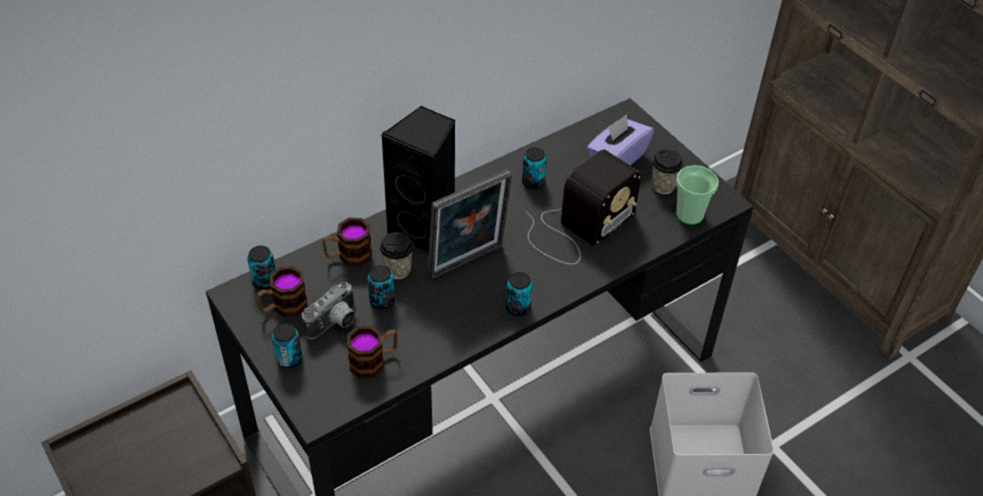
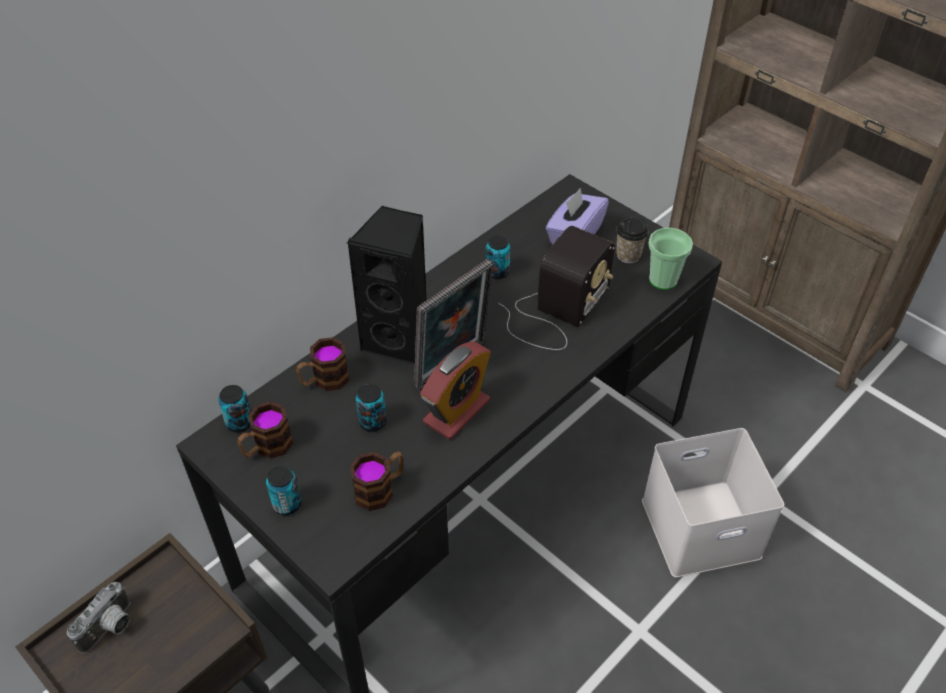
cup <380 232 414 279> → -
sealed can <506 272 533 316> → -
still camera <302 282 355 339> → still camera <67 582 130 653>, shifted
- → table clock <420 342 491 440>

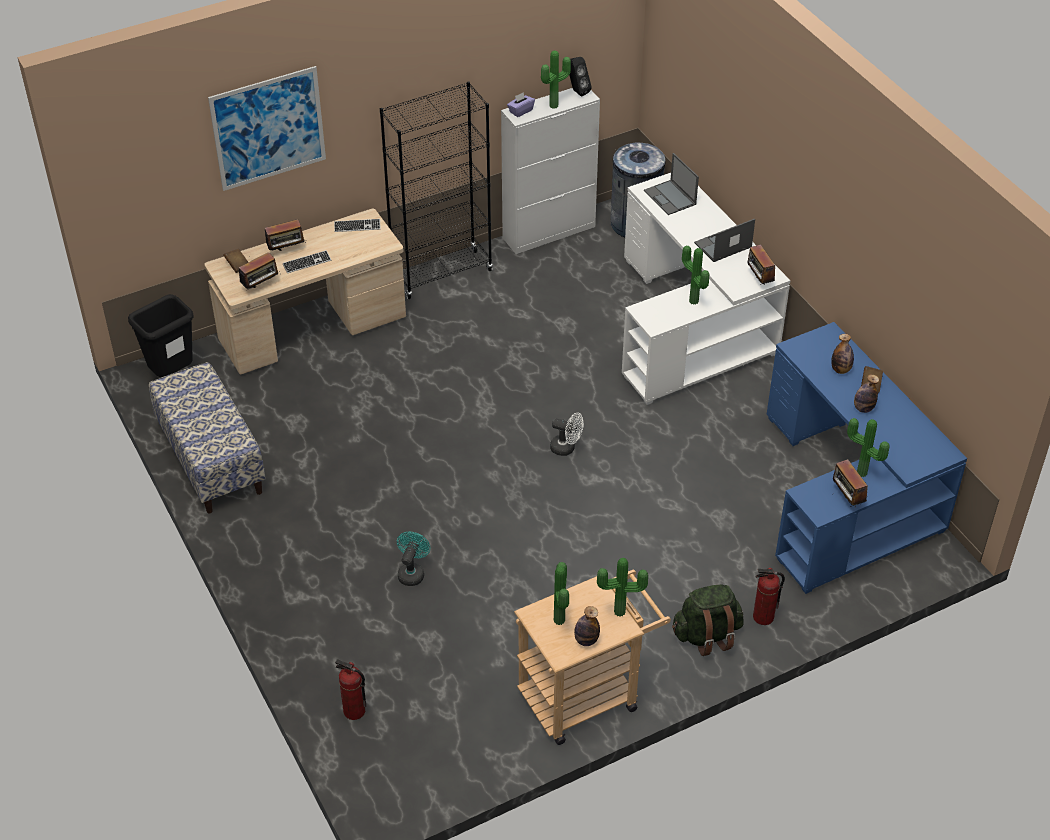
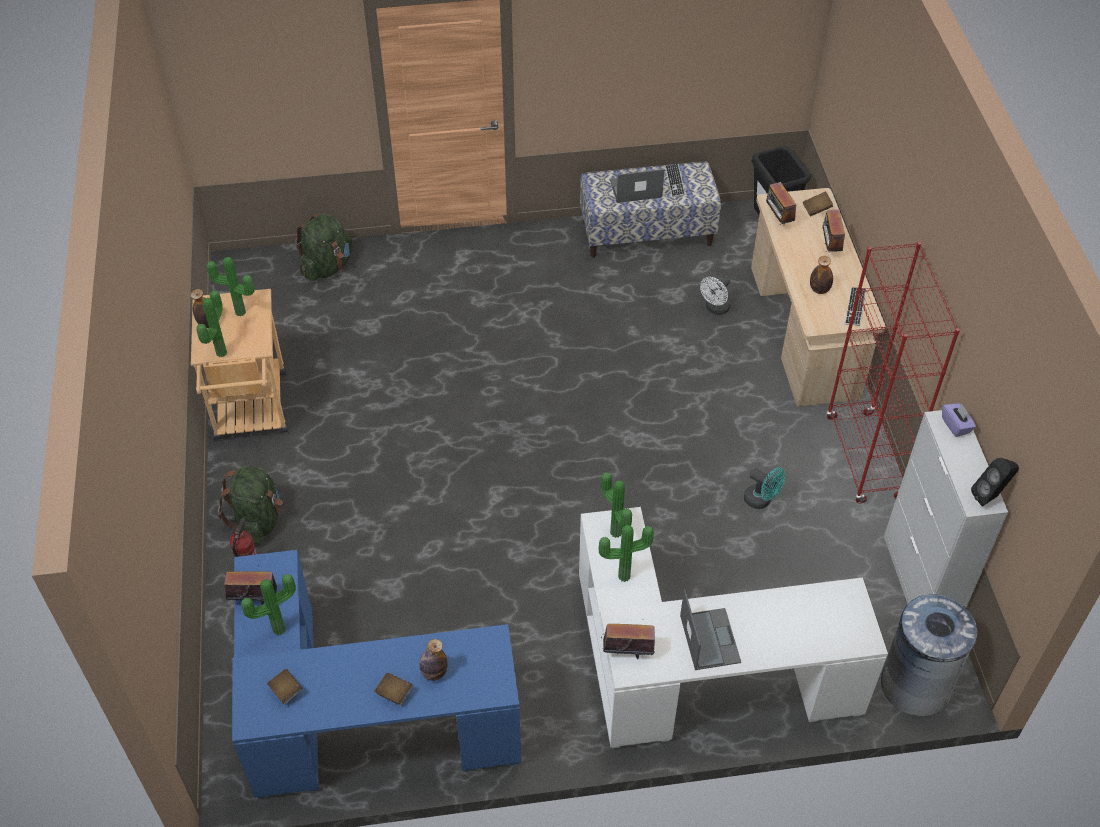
houseplant <541 50 571 109> → houseplant <600 472 632 538>, shifted
picture <208 66 326 191> → -
blackish bookshelf <380 81 493 299> → red bookshelf <826 242 960 503>
portable computer <644 153 699 215> → portable computer <610 169 665 203>, shifted
PC keyboard <283 250 331 273> → PC keyboard <665 164 685 197>, shifted
drink bottle <854 374 879 413> → drink bottle <810 256 833 294>, shifted
whitish electric fan <550 413 584 456> → whitish electric fan <700 276 731 315>, shifted
turquoise electric fan <397 532 430 586> → turquoise electric fan <744 467 785 509>, shifted
fire extinguisher <335 659 366 720> → green backpack <295 214 354 281>
- → brownish volume <267 669 302 704>

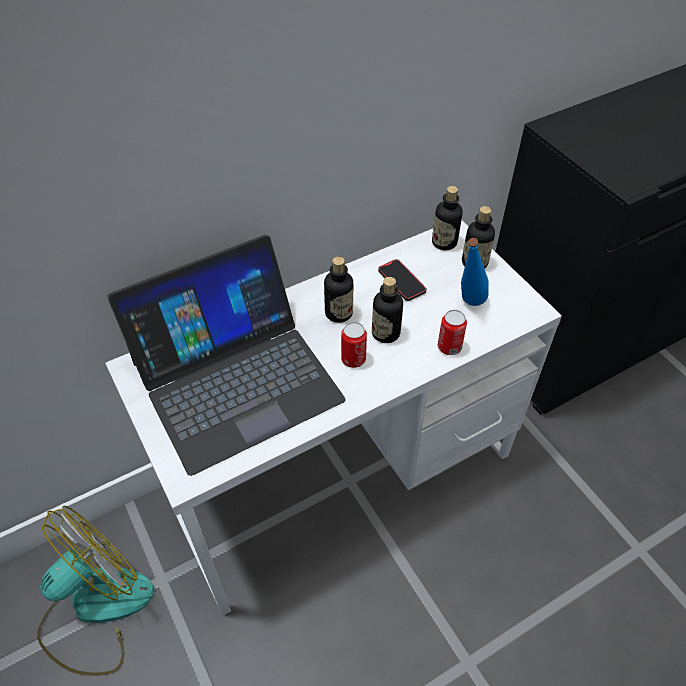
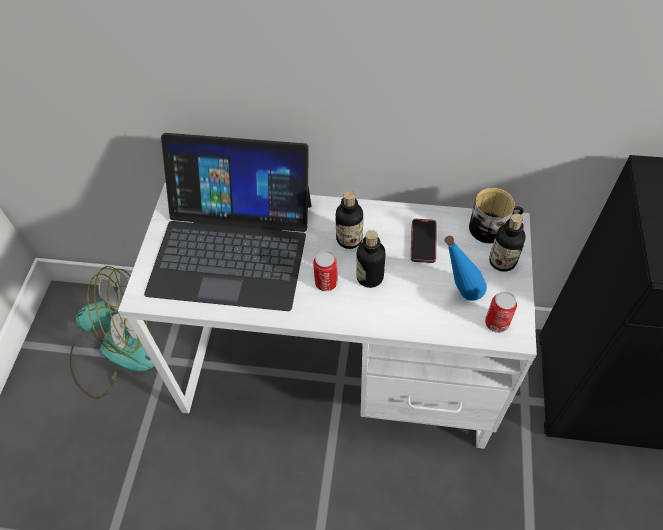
drink bottle <432 186 463 251> → coffee mug <469 188 524 243>
sealed can <438 310 467 355> → sealed can <485 291 517 333>, shifted

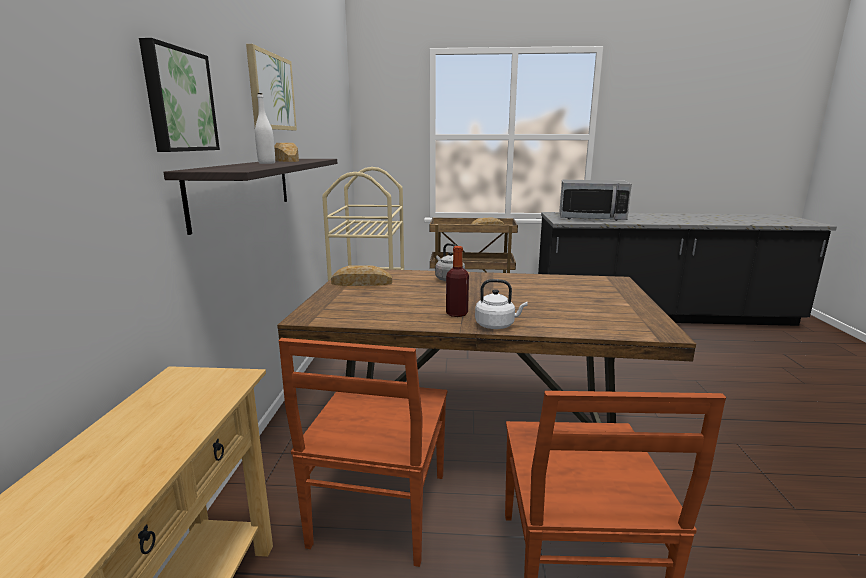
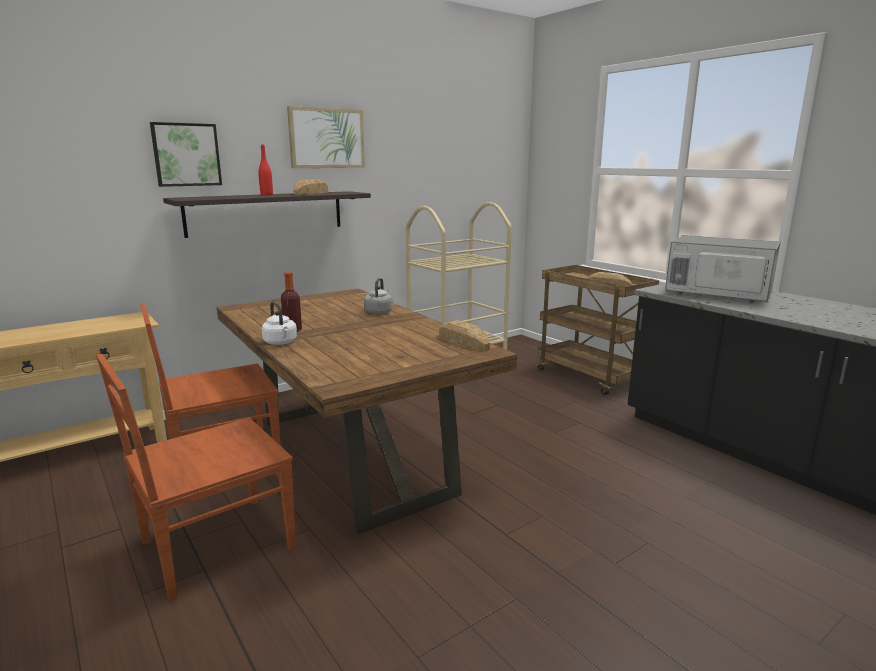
whitish drink bottle <255 93 275 164> → red drink bottle <258 145 273 196>
microwave <559 180 632 221> → microwave <665 235 781 302>, 150 degrees clockwise
bakery bread <331 265 392 286> → bakery bread <439 320 490 351>, shifted

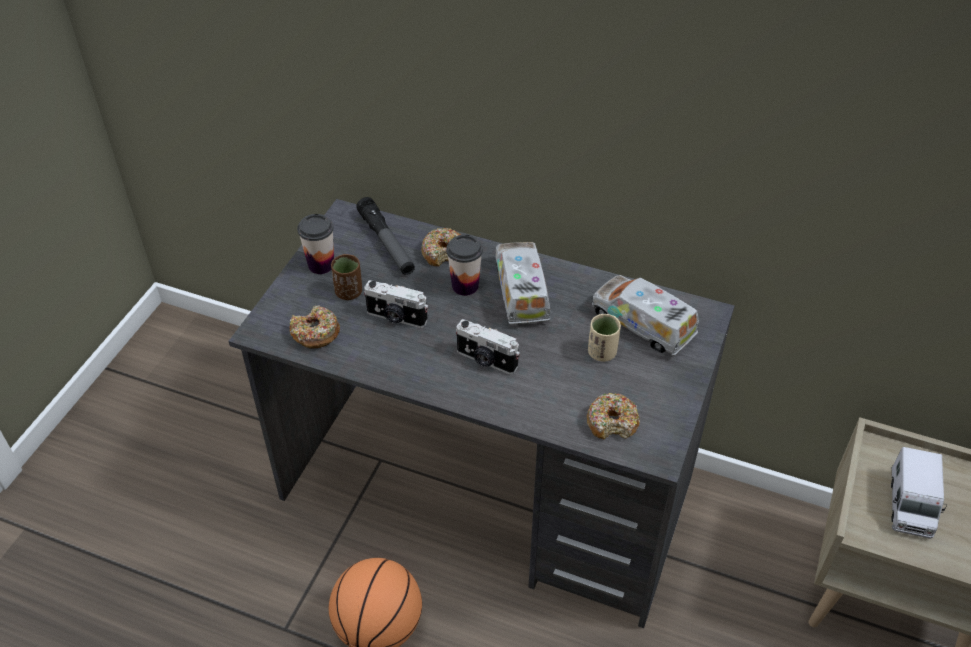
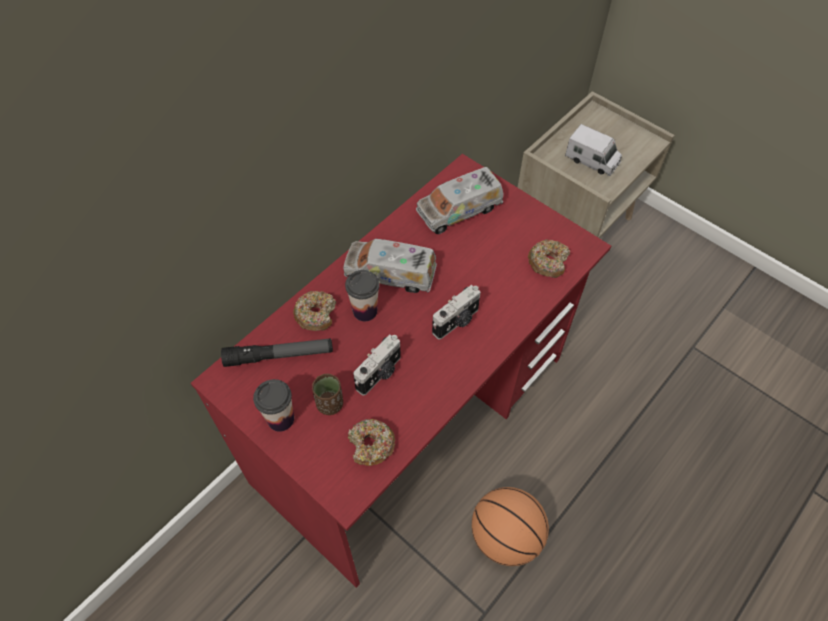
gray desk unit <229 199 735 628> → red desk unit <191 154 611 588>
beige-coloured cup <588 314 621 362> → -

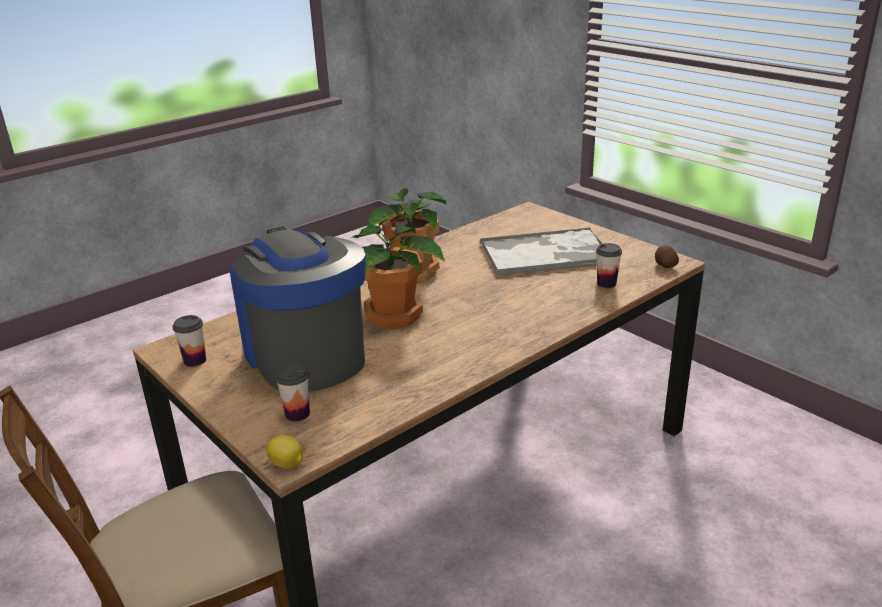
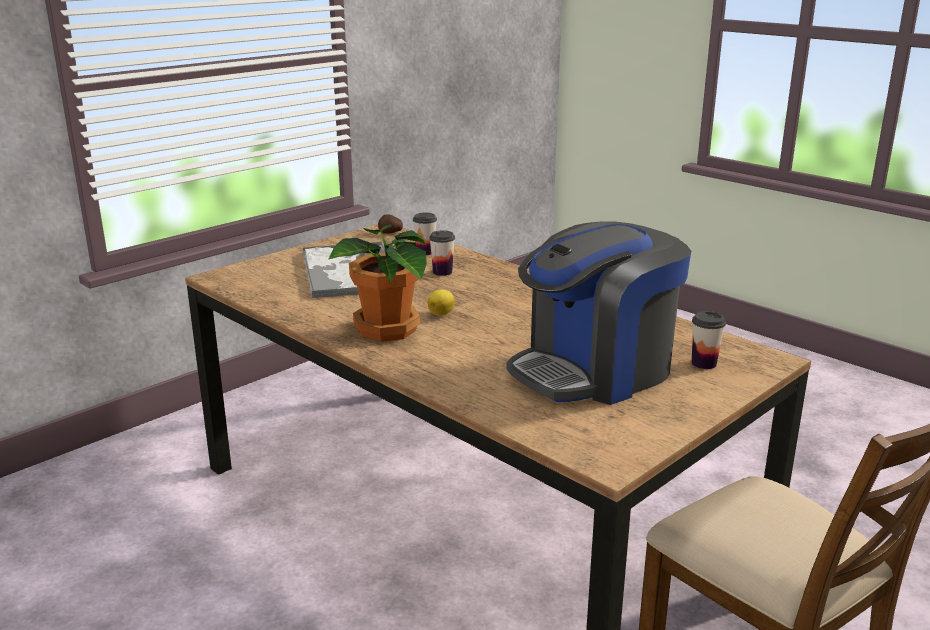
houseplant <353 224 445 329> → -
cup <172 315 206 367> → cup <429 230 455 276>, shifted
citrus fruit <266 435 303 469> → citrus fruit <428 289 455 316>, shifted

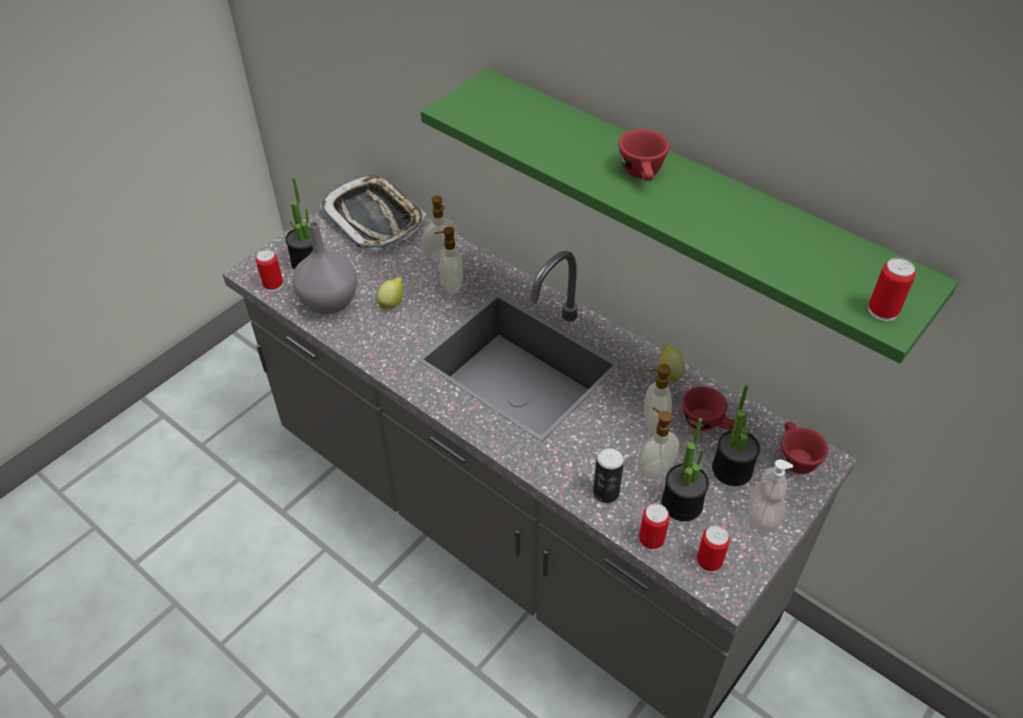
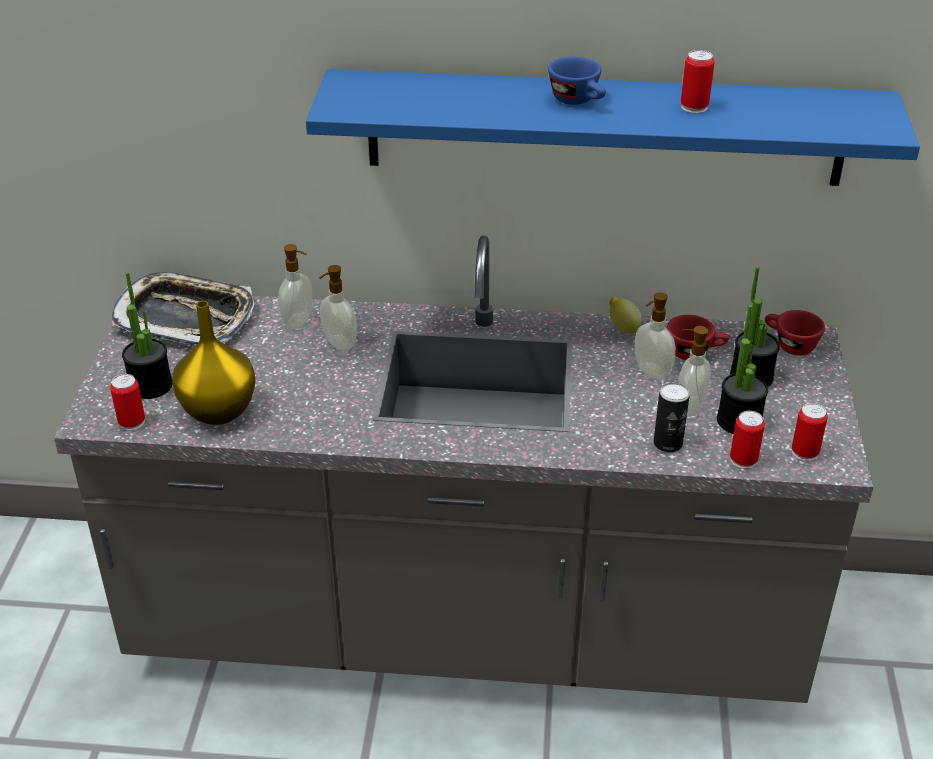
green shelf <421 68 958 363> → blue shelf <306 69 920 186>
red cup <619 129 669 181> → blue cup <548 57 606 105>
gray vase <293 222 358 314> → yellow vase <172 301 256 425>
sealed can <868 258 916 321> → sealed can <681 50 714 113>, shifted
citrus fruit <376 277 403 310> → -
soap dispenser <748 459 793 532> → -

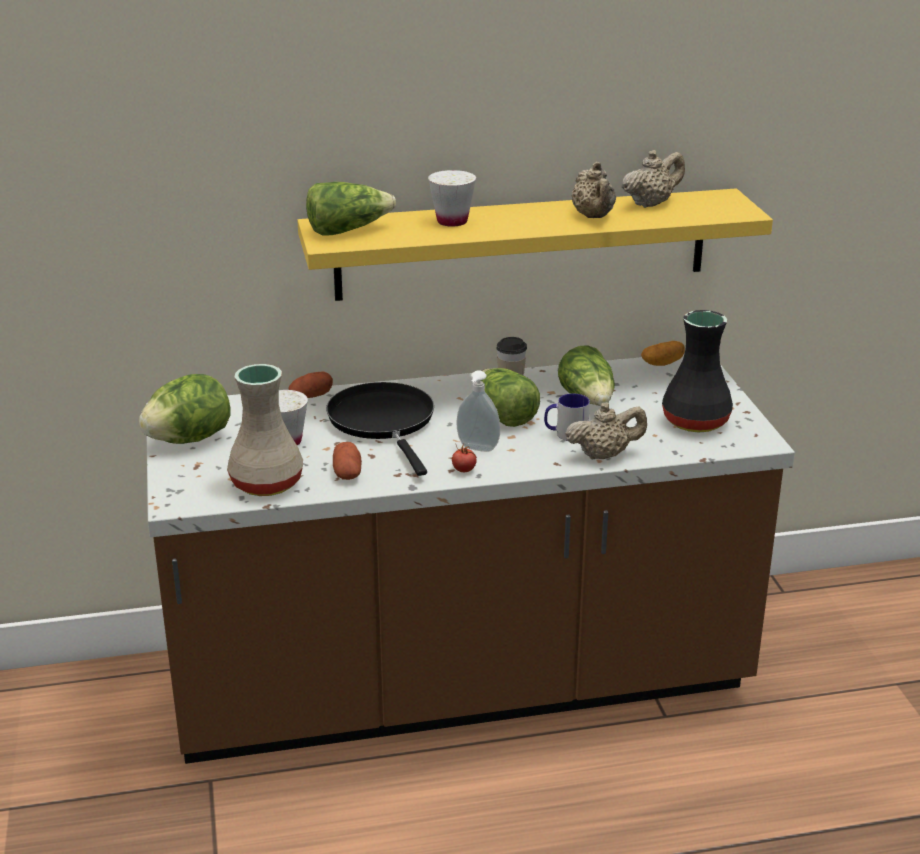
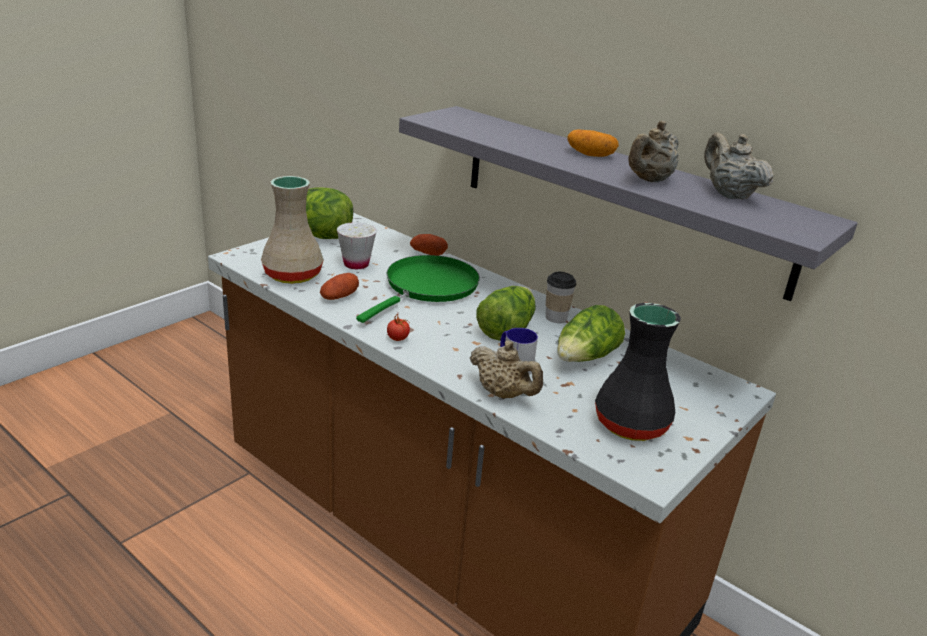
beige-coloured tea pot <622 150 685 208> → beige-coloured tea pot <705 133 774 200>, 135 degrees counterclockwise
whitish cup <428 170 476 227> → -
lettuce head <306 182 396 236> → -
yellow shelf <297 189 773 301> → gray shelf <399 106 858 301>
potato <641 341 685 366> → potato <567 130 619 157>, shifted
soap dispenser <457 370 500 452> → -
blackish skillet <326 382 434 476> → green skillet <356 255 480 323>

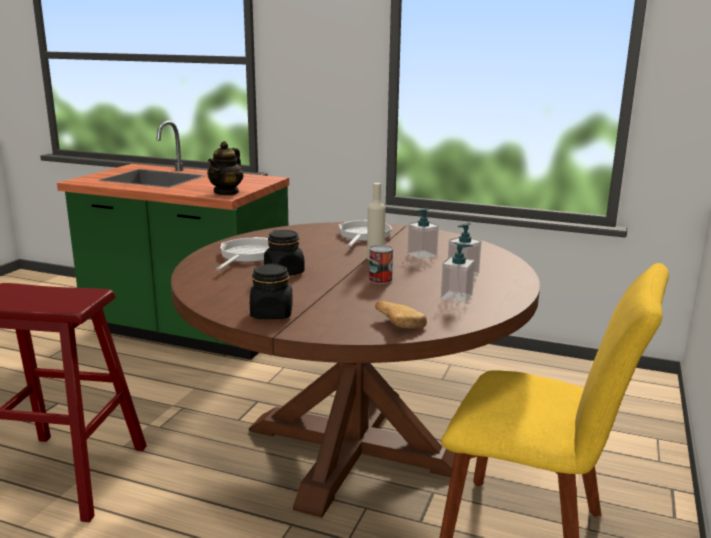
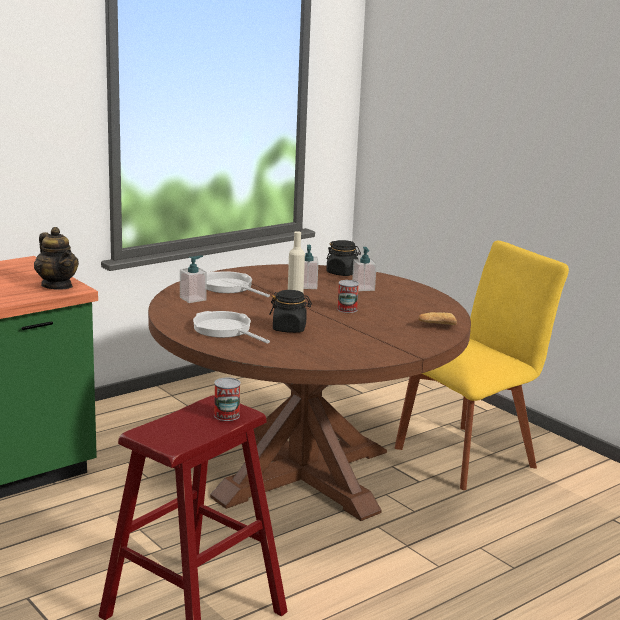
soap dispenser <441 242 475 303> → soap dispenser <180 255 207 303>, shifted
blackish jar <250 264 293 319> → blackish jar <326 240 361 276>, shifted
- → sealed can <214 377 241 421>

